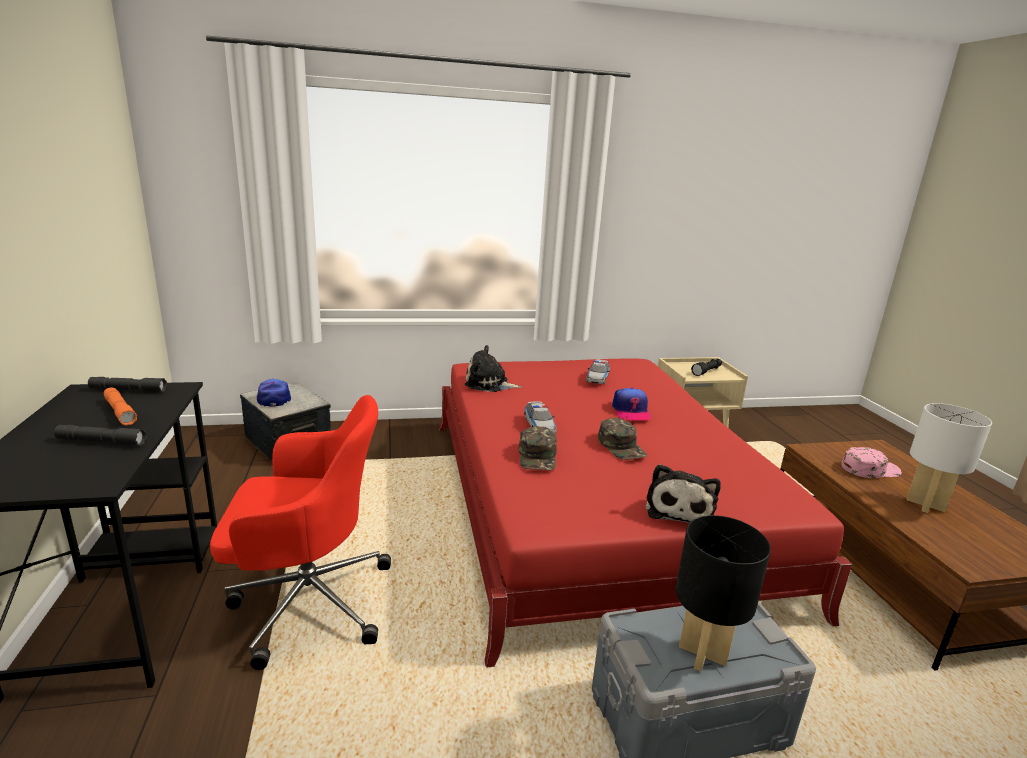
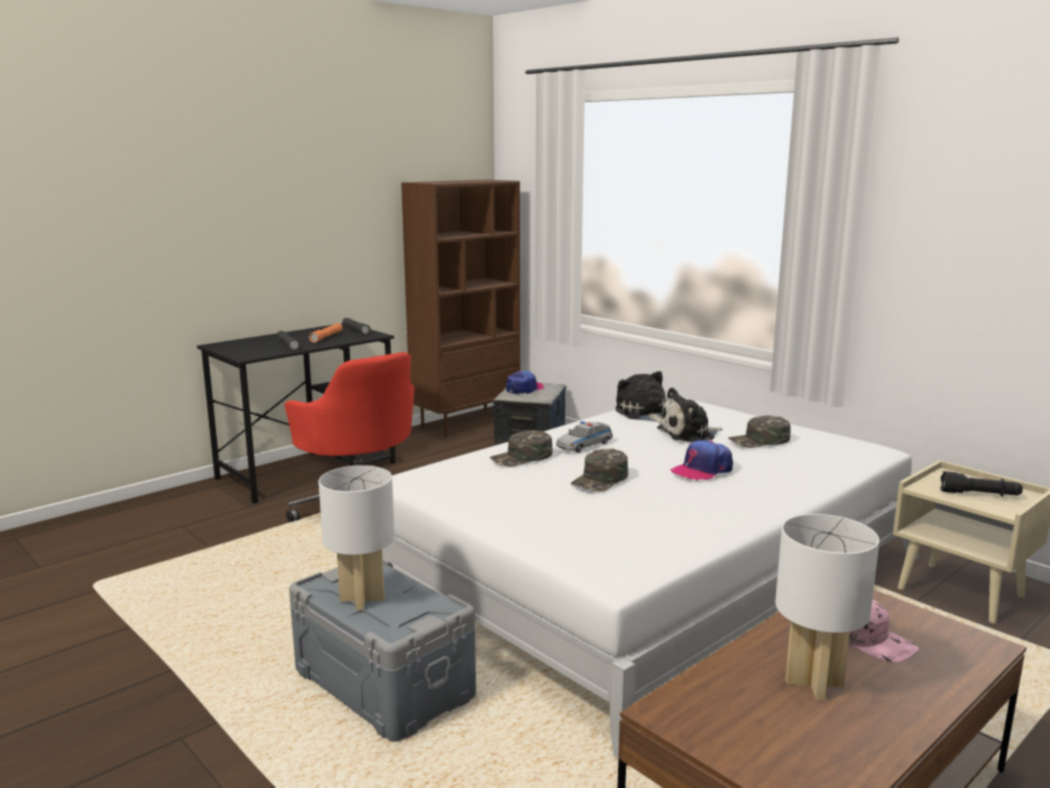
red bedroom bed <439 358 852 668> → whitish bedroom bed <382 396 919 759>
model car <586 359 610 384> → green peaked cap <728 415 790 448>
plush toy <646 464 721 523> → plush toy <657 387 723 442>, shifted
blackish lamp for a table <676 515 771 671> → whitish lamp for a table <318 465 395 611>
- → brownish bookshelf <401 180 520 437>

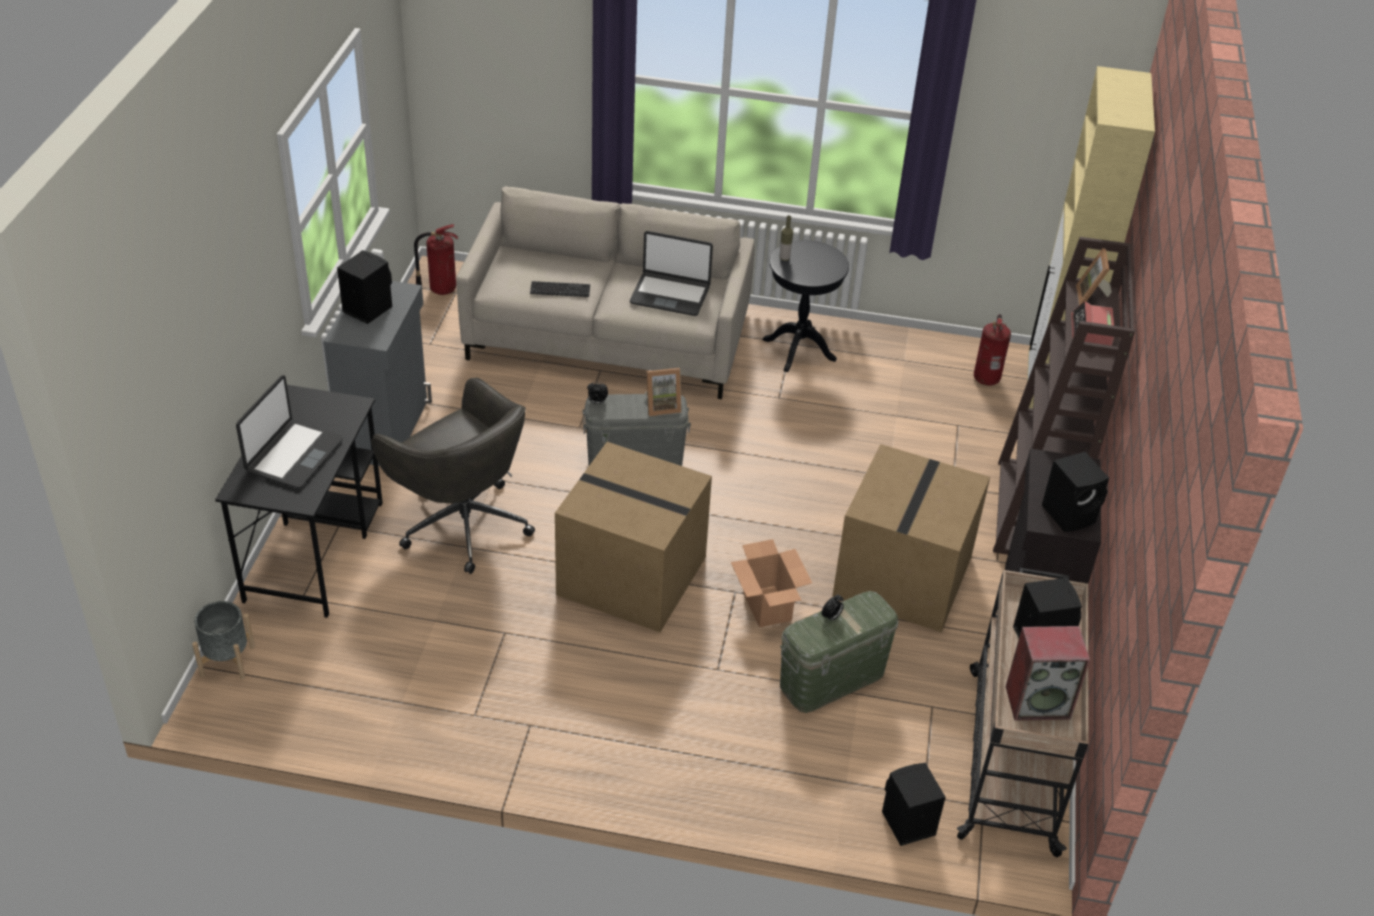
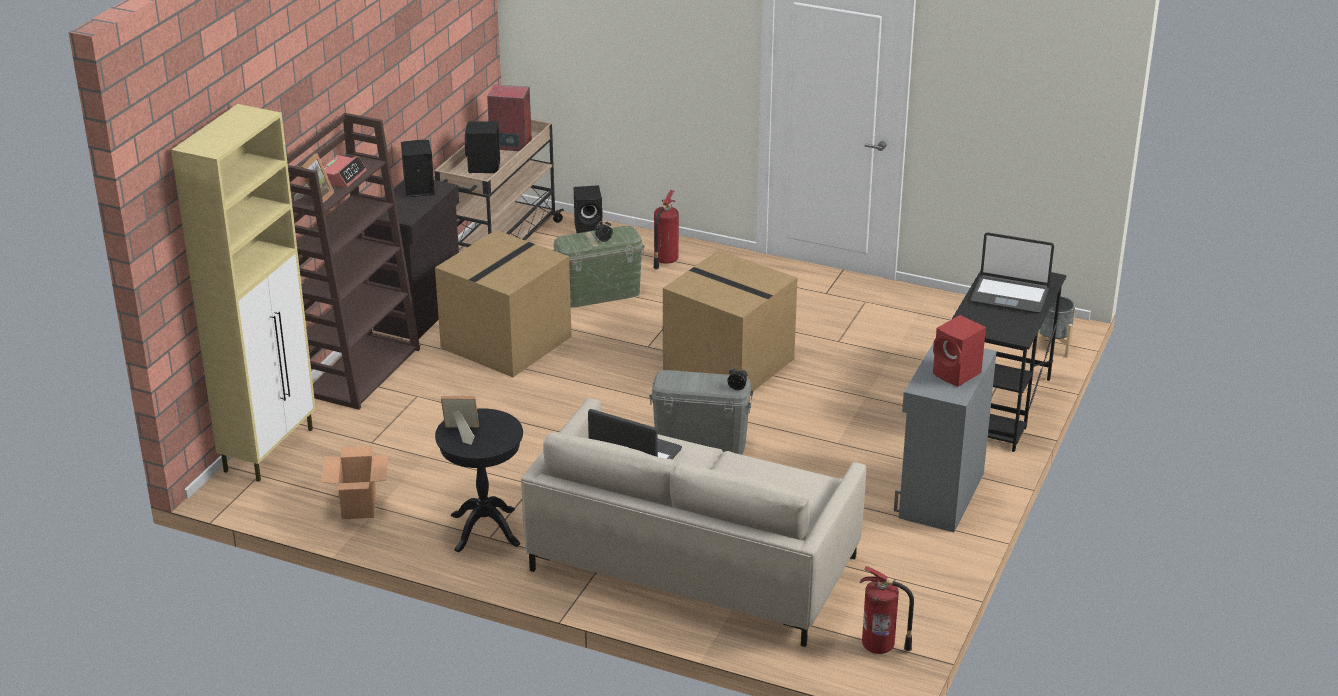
drink bottle <780 215 793 261> → -
blackish audio speaker <337 250 392 324> → red audio speaker <933 315 986 387>
PC keyboard <530 281 590 297> → -
fire extinguisher <974 314 1011 385> → fire extinguisher <653 190 679 269>, shifted
photo frame <645 368 681 416> → photo frame <441 396 479 445>, shifted
portable computer <236 375 343 489> → portable computer <970 232 1054 314>, 105 degrees counterclockwise
gray office chair <372 378 535 574> → -
carton <731 539 812 628> → carton <322 446 388 519>, shifted

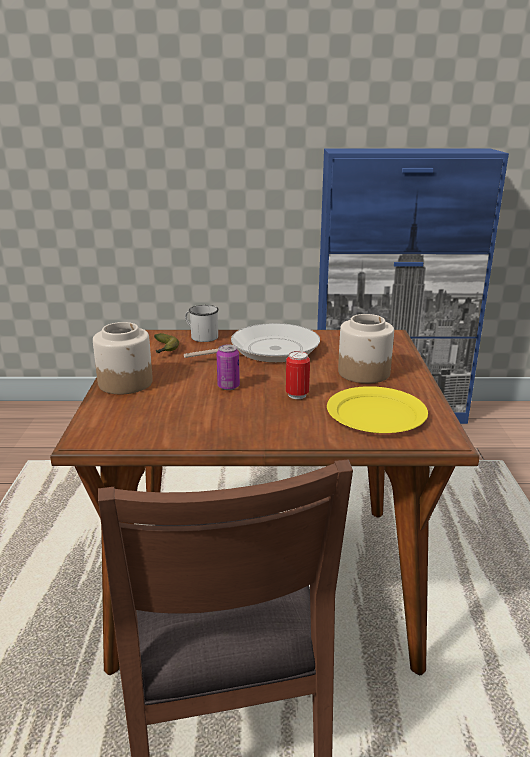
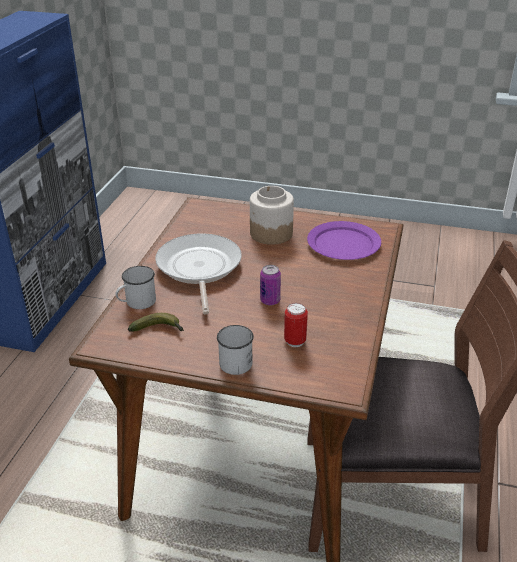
jar <93 322 153 394> → whitish coffee mug <217 325 254 375>
sealed can <286 351 310 399> → sealed can <284 303 308 347>, shifted
yellow flat dish <327 386 428 433> → purple-coloured flat dish <307 221 381 260>

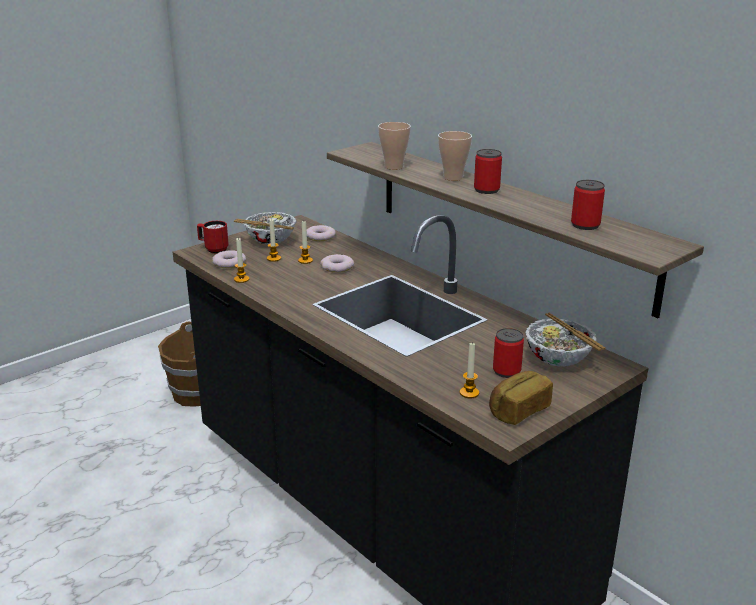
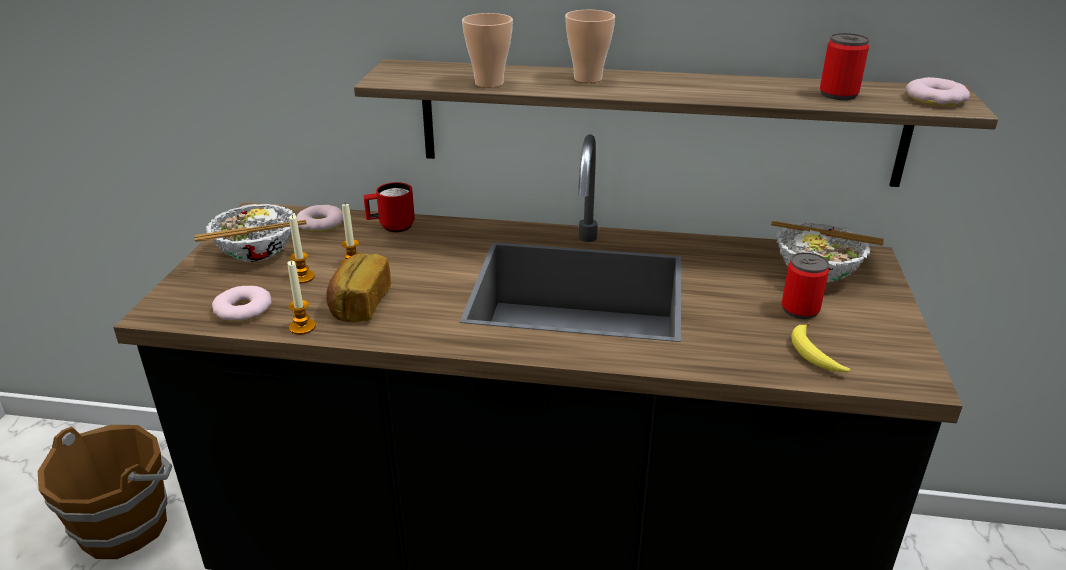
sealed can <474 149 502 194> → -
red coffee mug <197 221 229 253> → red coffee mug <364 182 415 232>, shifted
donut <320 254 354 273> → donut <906 77 970 106>, shifted
candle <460 342 479 398> → whole banana <791 323 850 372>
bakery bread <489 371 553 425> → bakery bread <326 254 391 322>, shifted

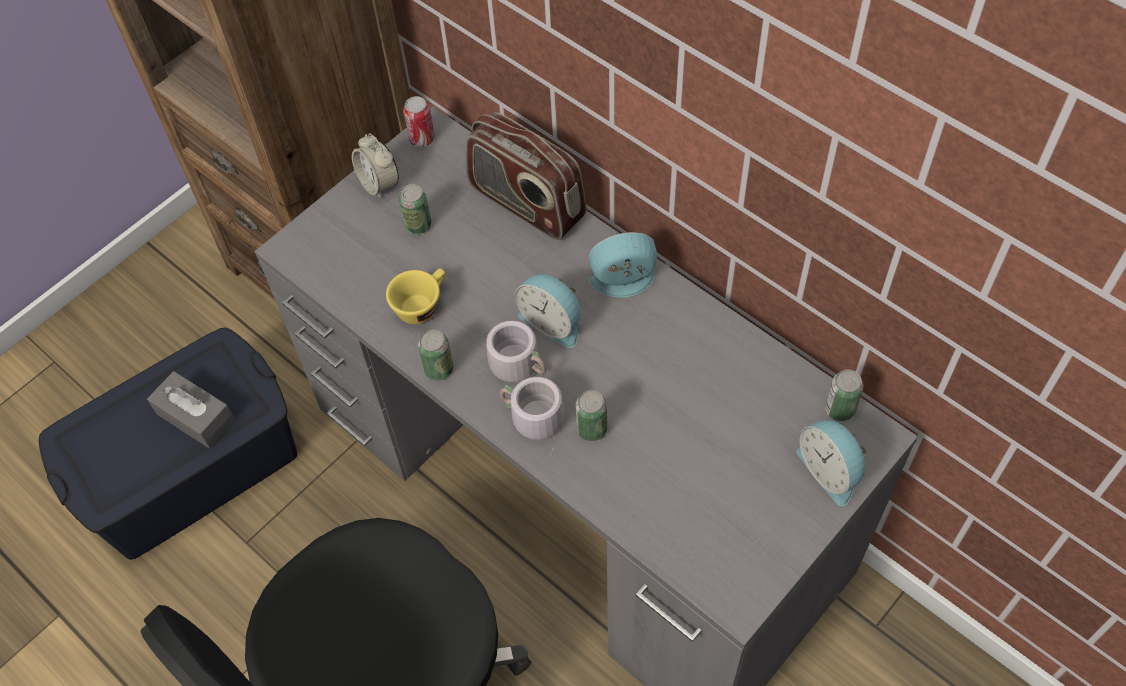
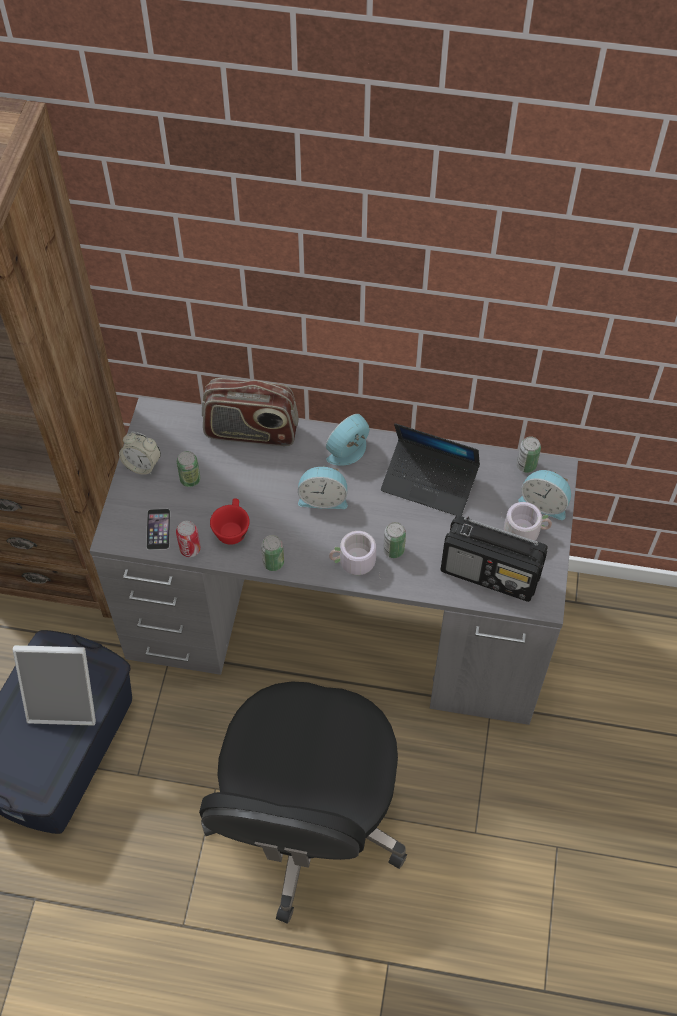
sealed can <403 96 435 147> → sealed can <176 521 201 557>, shifted
yellow cup <386 268 446 324> → red cup <210 498 250 545>
gray coffee mug <486 320 546 382> → gray coffee mug <504 502 552 541>, shifted
gray tissue holder <147 371 235 448> → photo frame <13 645 96 726>
- → portable computer <381 423 480 516>
- → phone <146 509 170 550>
- → radio receiver <441 515 548 602>

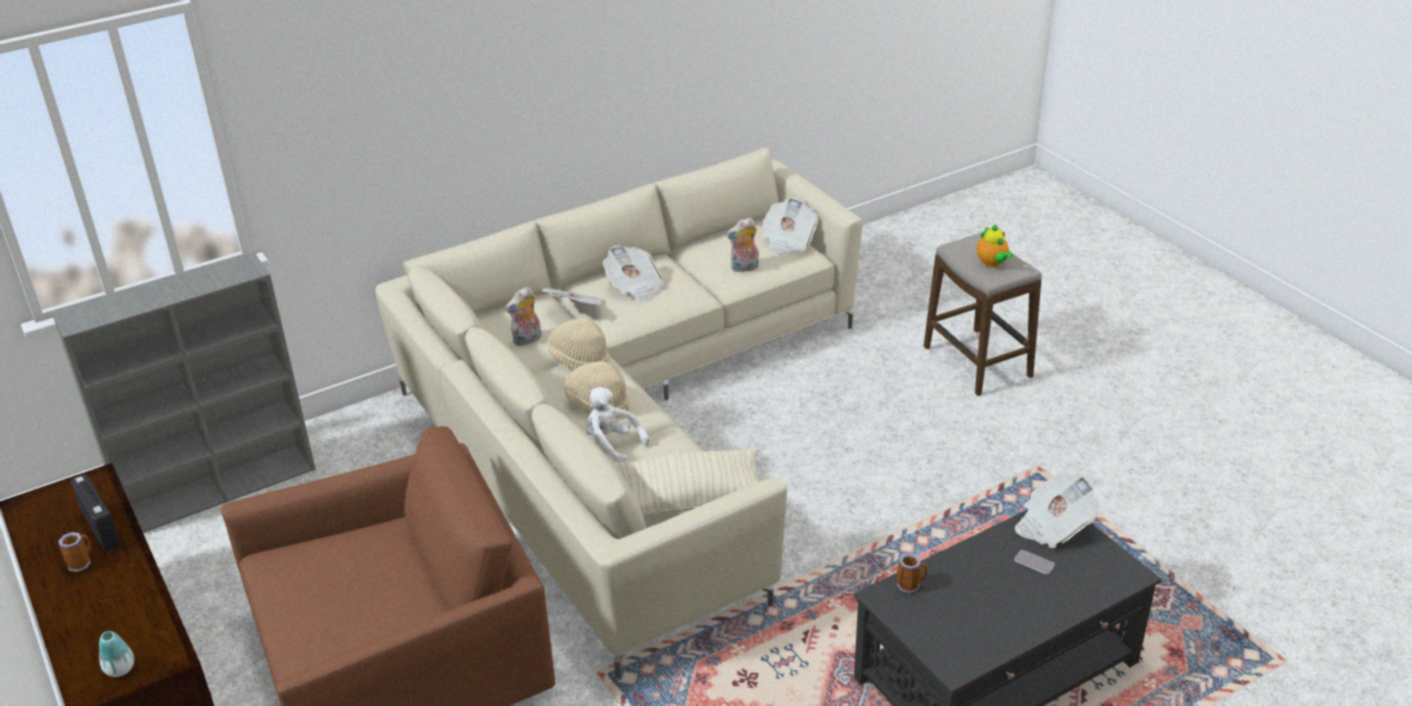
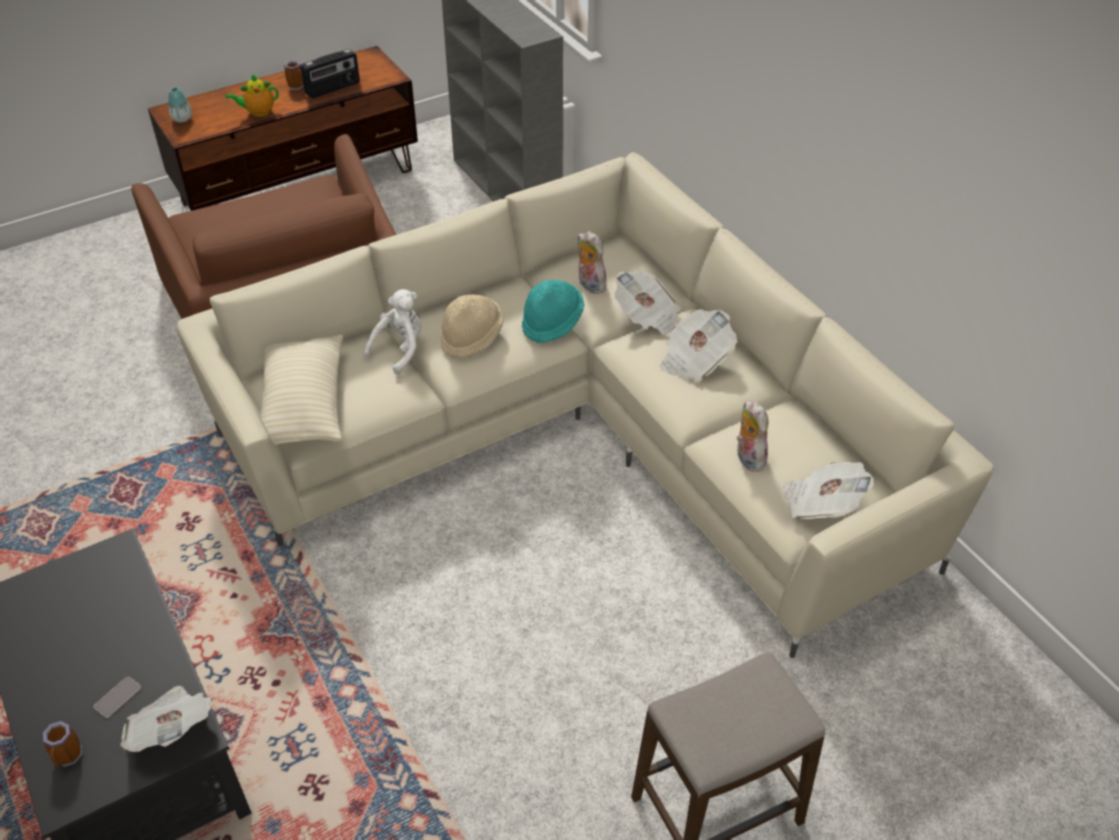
tea pot <977 225 1013 268> → tea pot <225 74 279 117>, shifted
beige-coloured wearable hat <548 318 610 370> → turquoise wearable hat <522 280 584 343>
coffee mug <897 553 928 593> → coffee mug <42 721 82 767>, shifted

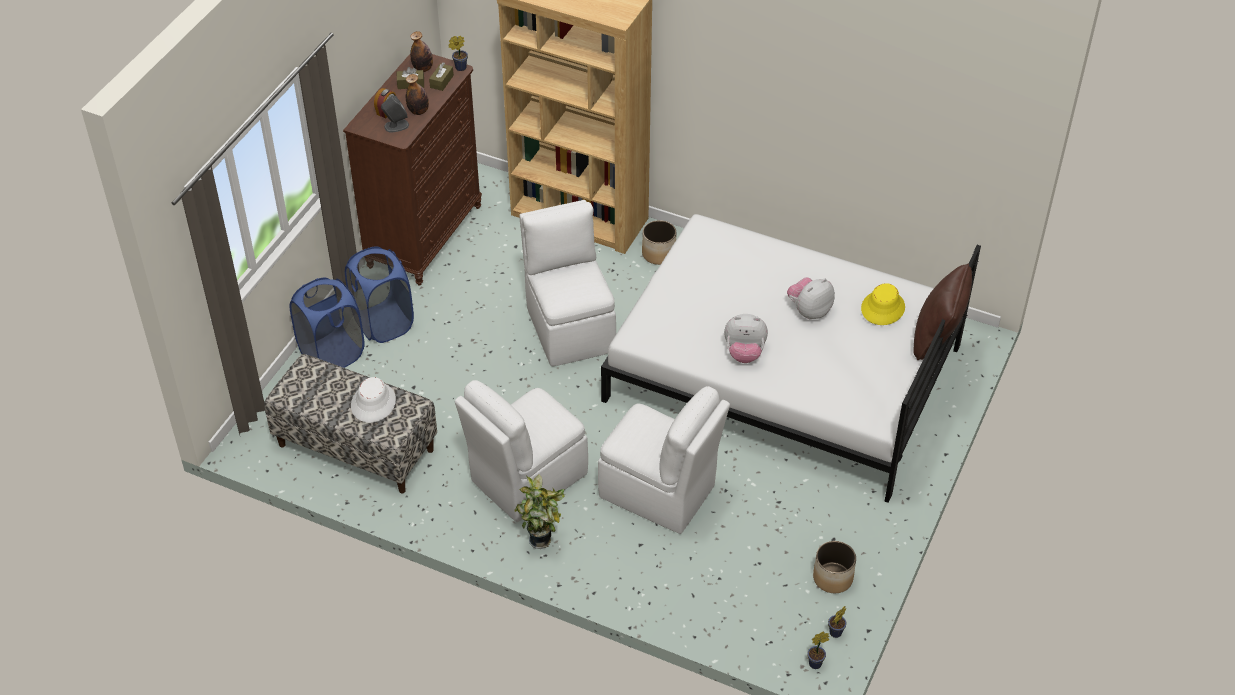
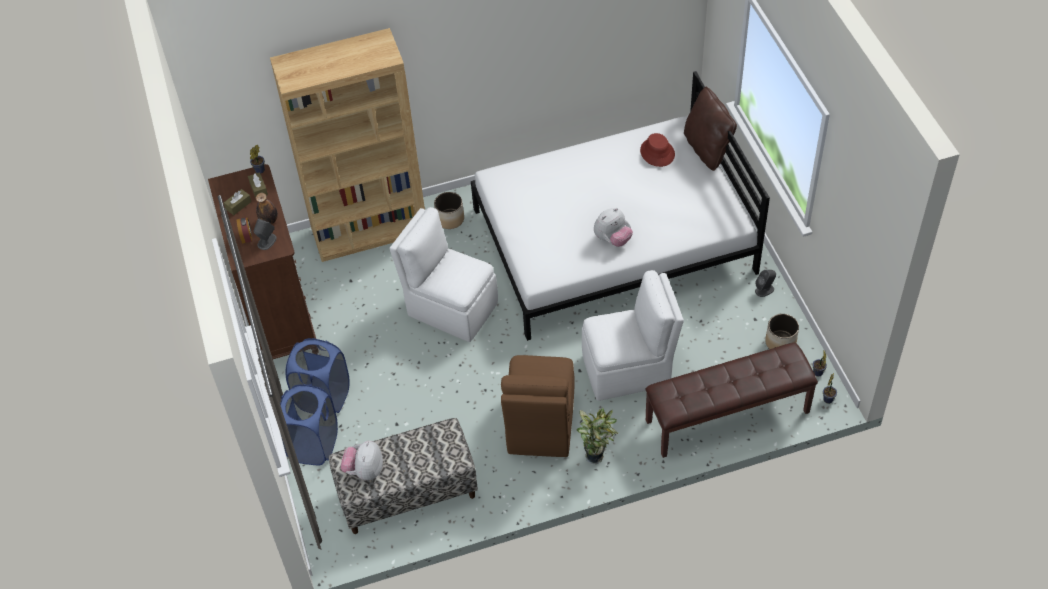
drink bottle <410 31 433 72> → -
plush toy <787 277 835 319> → plush toy <341 441 383 480>, shifted
yellow wearable hat <861 283 905 325> → red wearable hat <640 133 675 167>
whitish wearable hat <351 377 396 423> → -
whitish chair <455 380 588 522> → brownish chair <501 355 575 457>
- → gray audio speaker <755 270 776 297>
- → brownish long seat <645 343 818 458>

